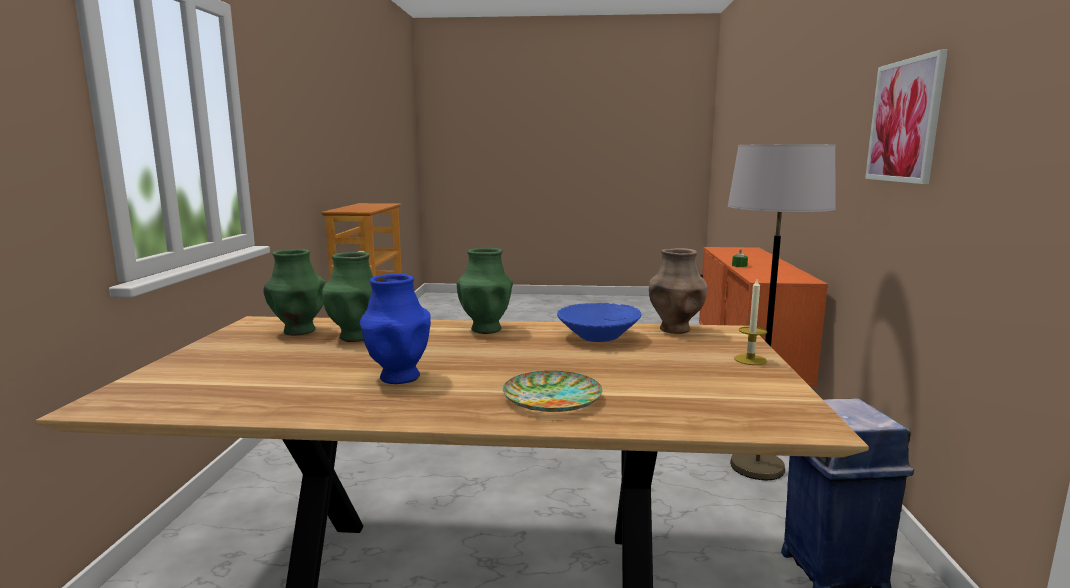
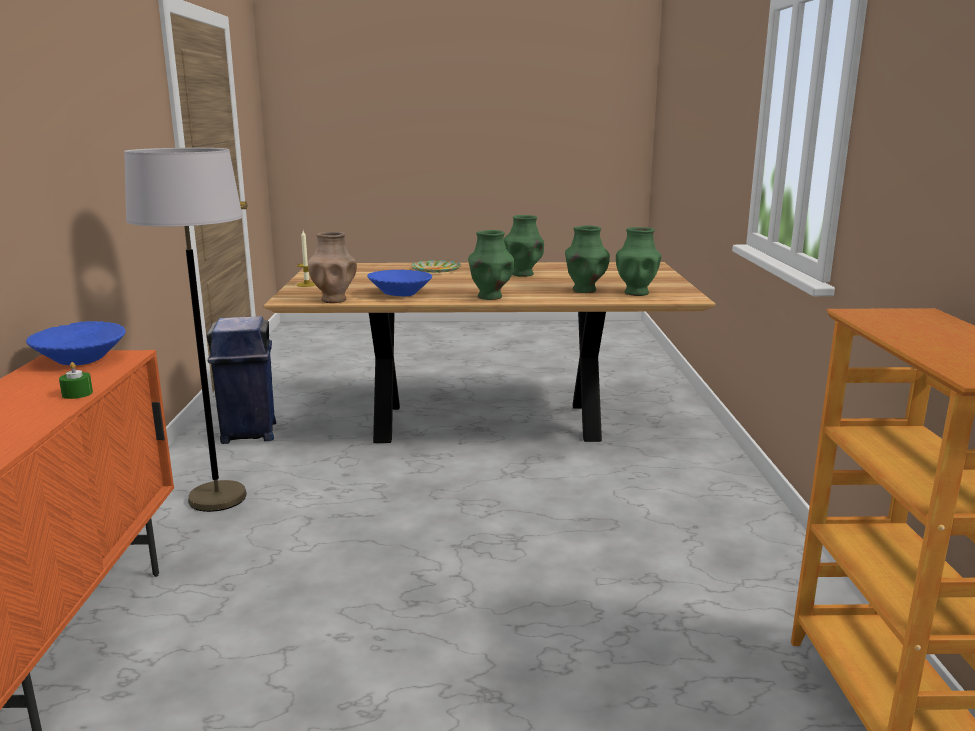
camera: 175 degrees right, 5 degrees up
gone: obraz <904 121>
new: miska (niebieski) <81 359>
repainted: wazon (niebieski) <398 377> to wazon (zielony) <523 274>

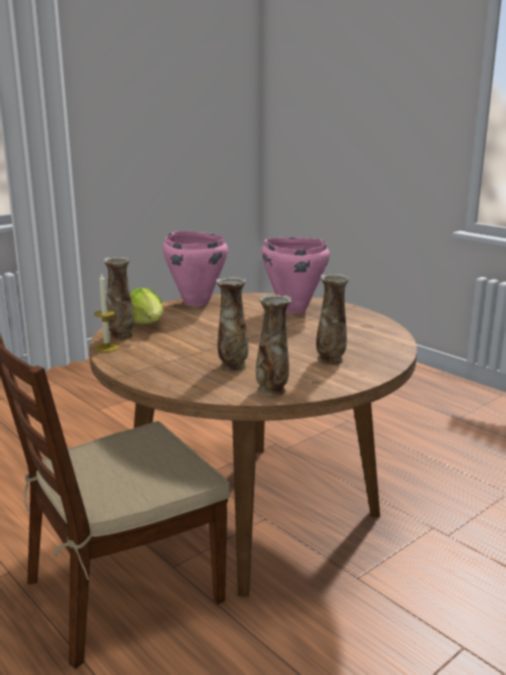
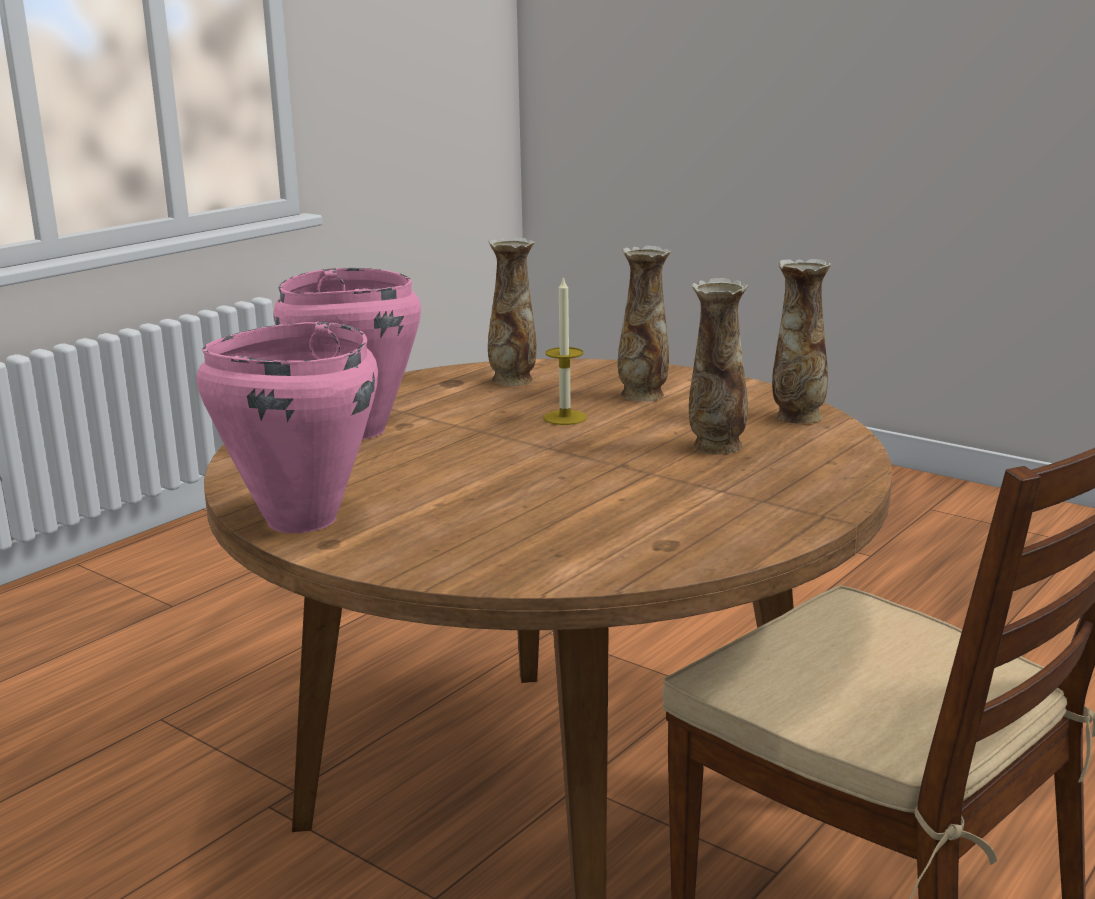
camera: 100 degrees left, 0 degrees up
gone: sałata <147 324>
shifted: świeca <107 348> to <565 417>; wazon <121 336> to <513 380>

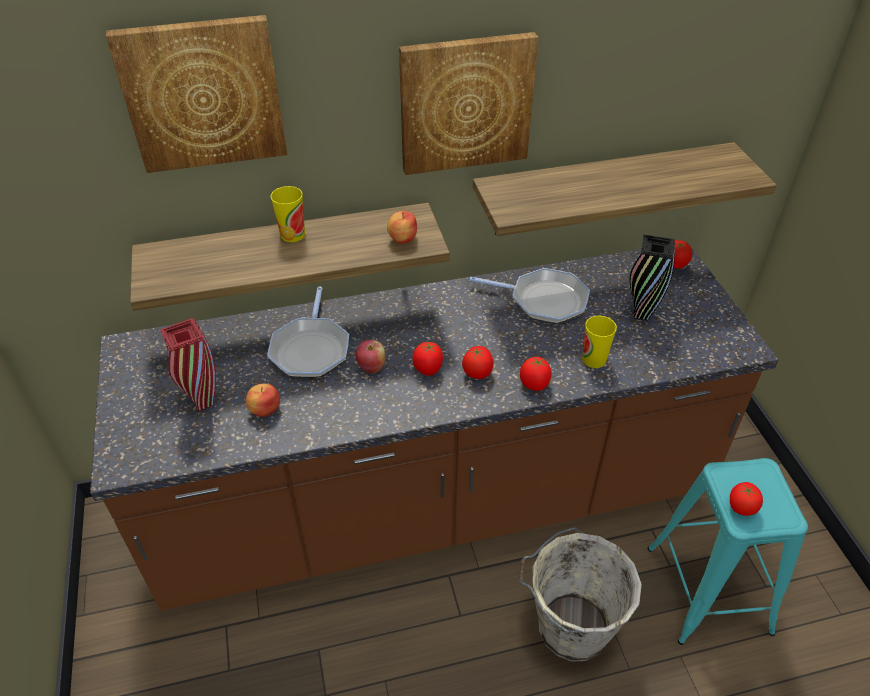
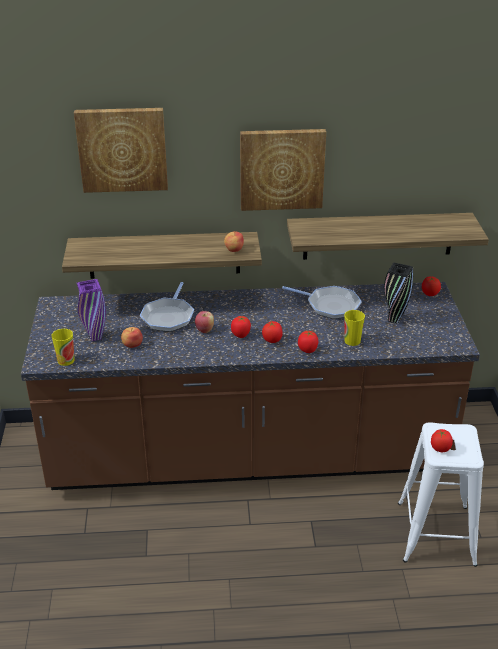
camera: 10 degrees right, 10 degrees down
gone: wiadro (szary) <569 627>
shifted: filiżanka <292 234> to <66 360>
repainted: wazon (czerwony) <203 403> to wazon (fioletowy) <95 337>; stołek (turkusowy) <708 589> to stołek (biały) <436 533>

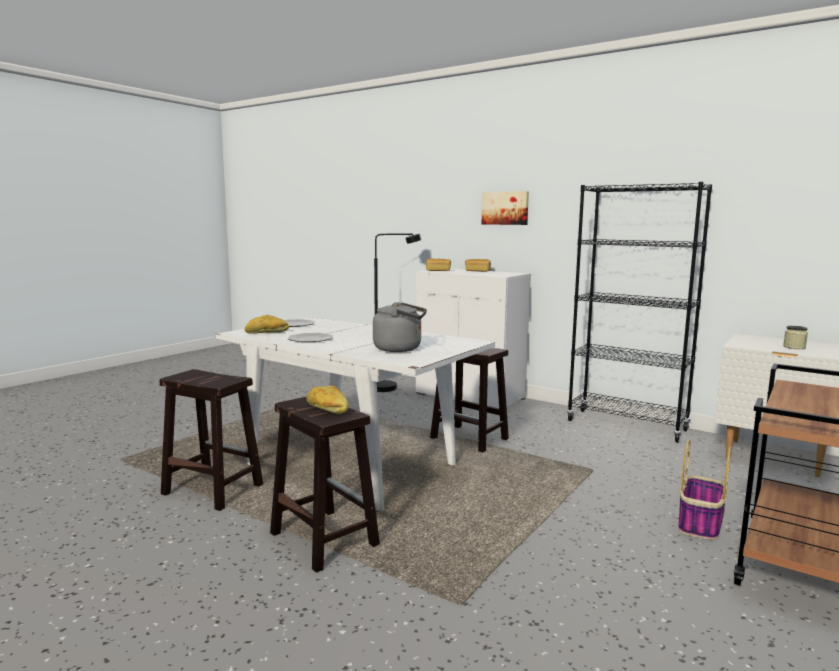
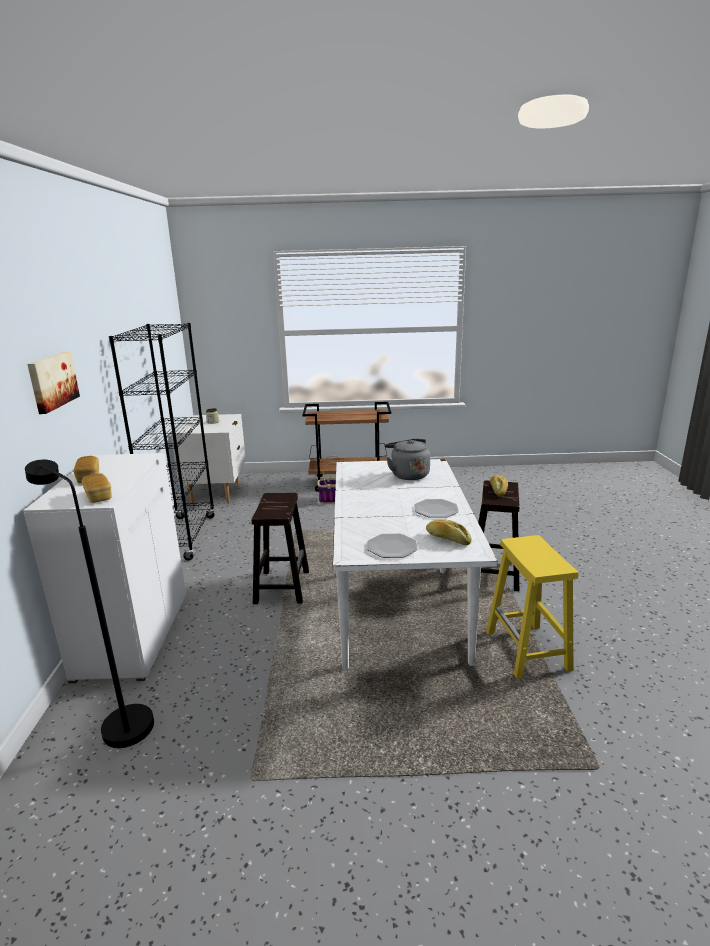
camera: 125 degrees left, 10 degrees up
repainted: stołek (brązowy) <211 489> to stołek (żółty) <528 651>

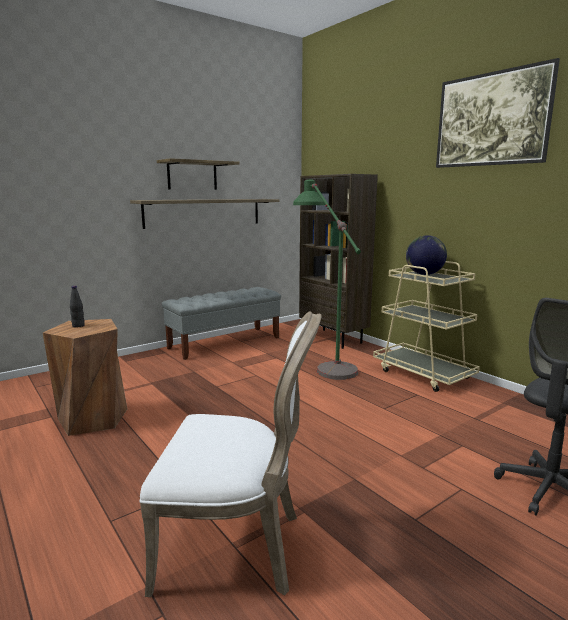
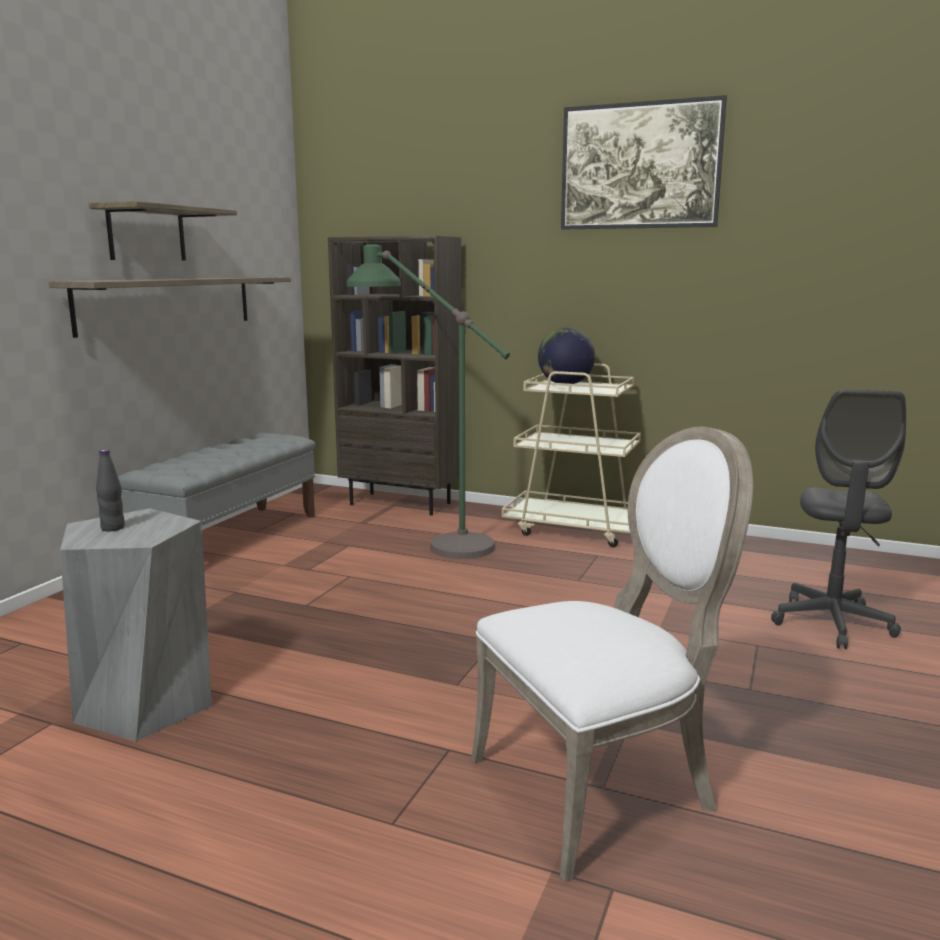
camera: 30 degrees left, 0 degrees up
repainted: stołek (brązowy) <93 418> to stołek (szary) <146 703>

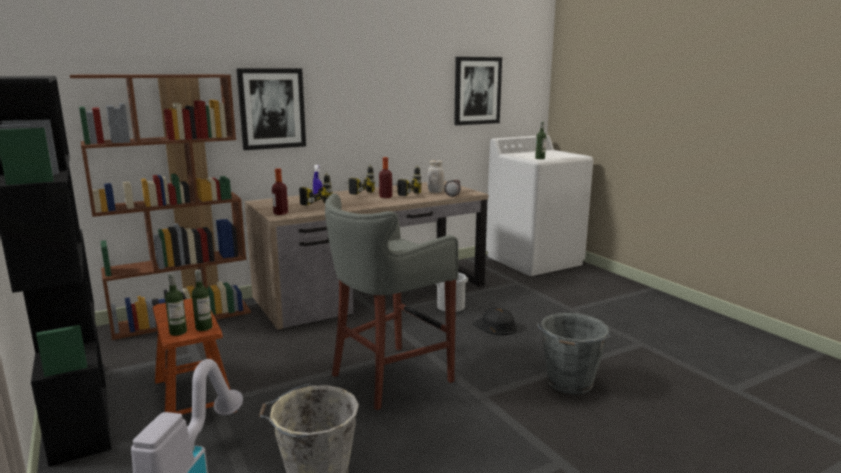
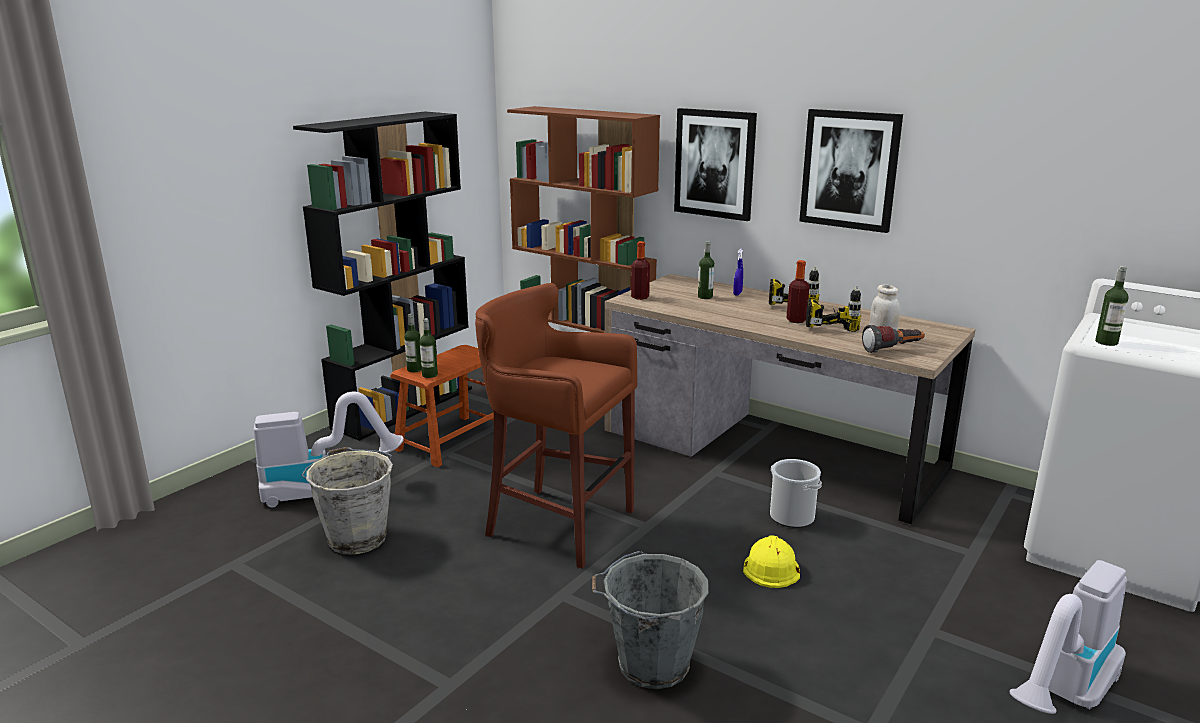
camera: 65 degrees right, 5 degrees up
new: odkurzacz <1063 697>
shifted: obraz <477 91> to <849 170>
swapped: wiertarka <310 203> to butelka <705 297>
repainted: stołek (szary) <388 378> to stołek (brązowy) <556 523>; kask (czarny) <495 326> to kask (żółty) <771 566>

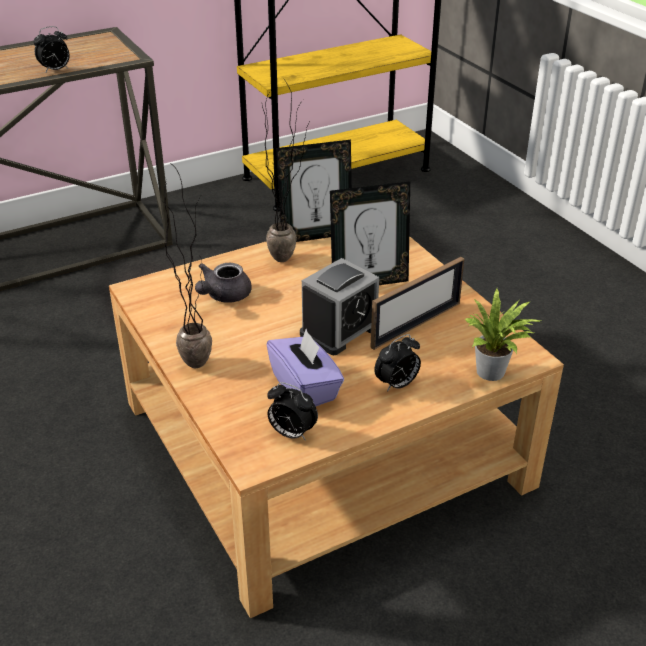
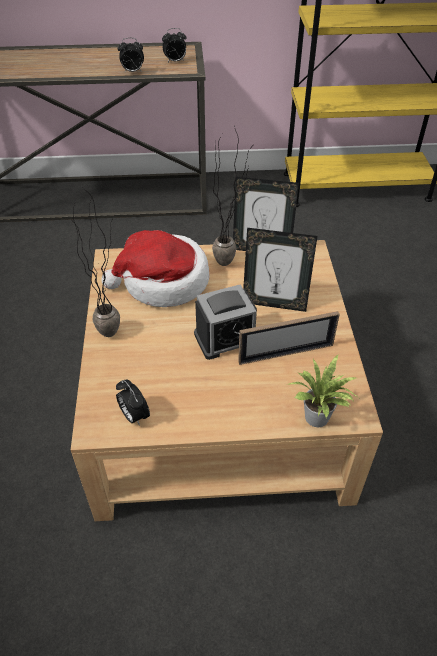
camera: 25 degrees right, 10 degrees up
gone: pudełko chusteczek (fioletowy) <305 388>
shifted: budzik <397 385> to <175 61>
swapped: imbryk (szary) <223 296> to kapelusz <163 282>

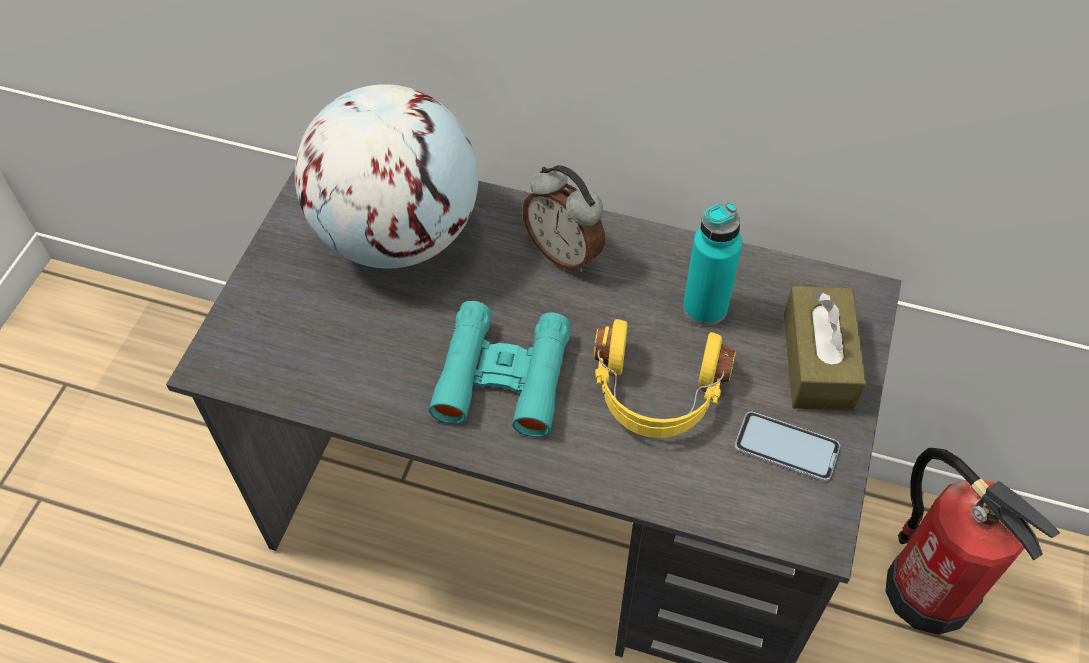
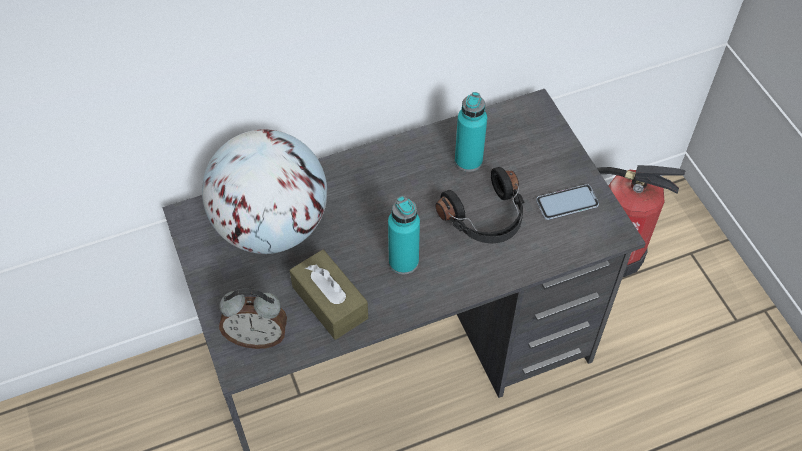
camera: 40 degrees left, 0 degrees up
shifted: budzik <564 252> to <257 337>; pudełko chusteczek (brązowy) <818 361> to <330 302>
swapped: lornetka (turkusowy) <503 376> to butelka (turkusowy) <403 262>
repainted: słuchawki (żółty) <657 394> to słuchawki (czarny) <486 218>

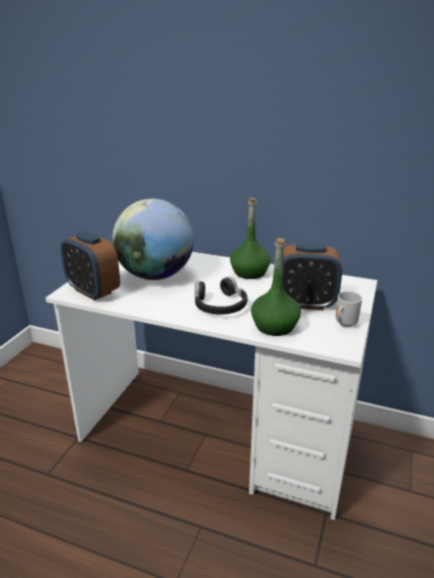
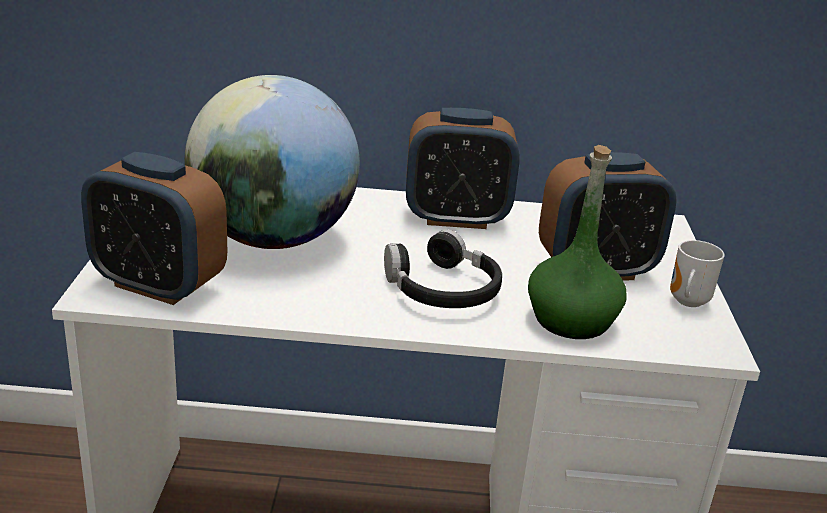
camera: 20 degrees left, 0 degrees up
swapped: butelka (zielony) <250 272> to budzik <456 218>

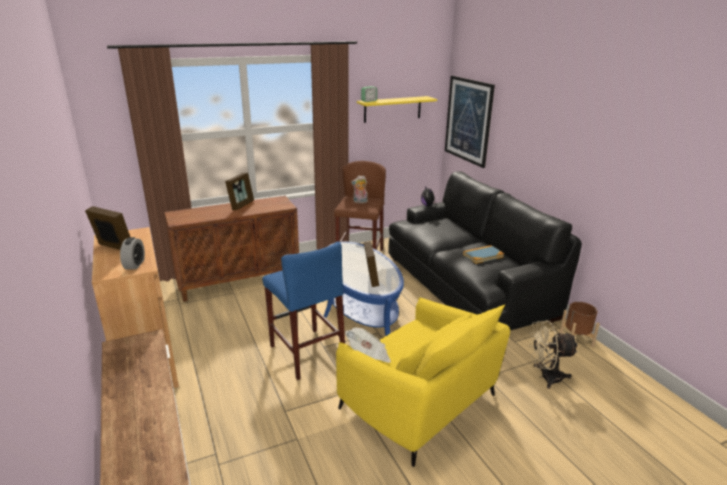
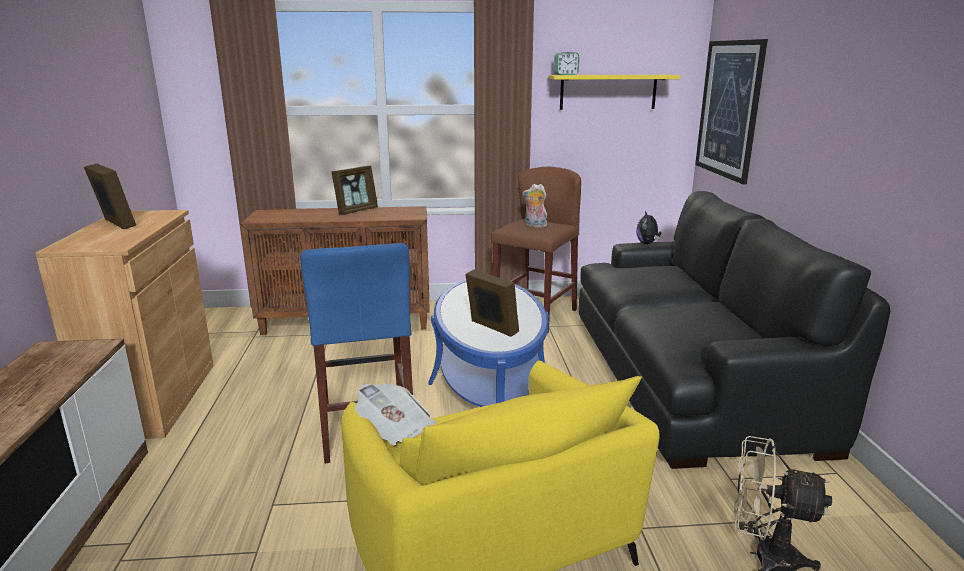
camera: 20 degrees right, 5 degrees down
gone: budzik <134 265>; książka <483 256>; donica (brązowy) <576 339>
rotated: ramka na zdjęcie <371 278> = <491 328> 60 degrees counterclockwise

